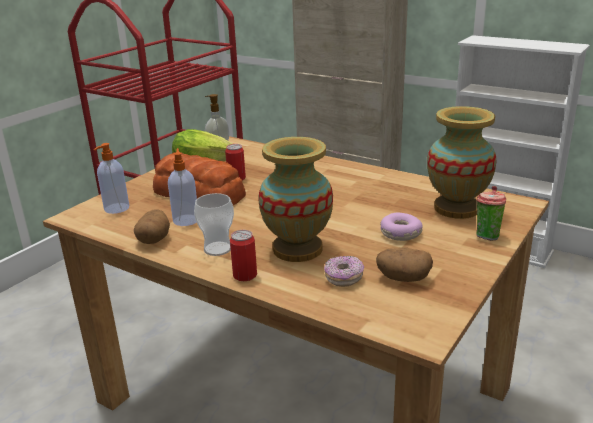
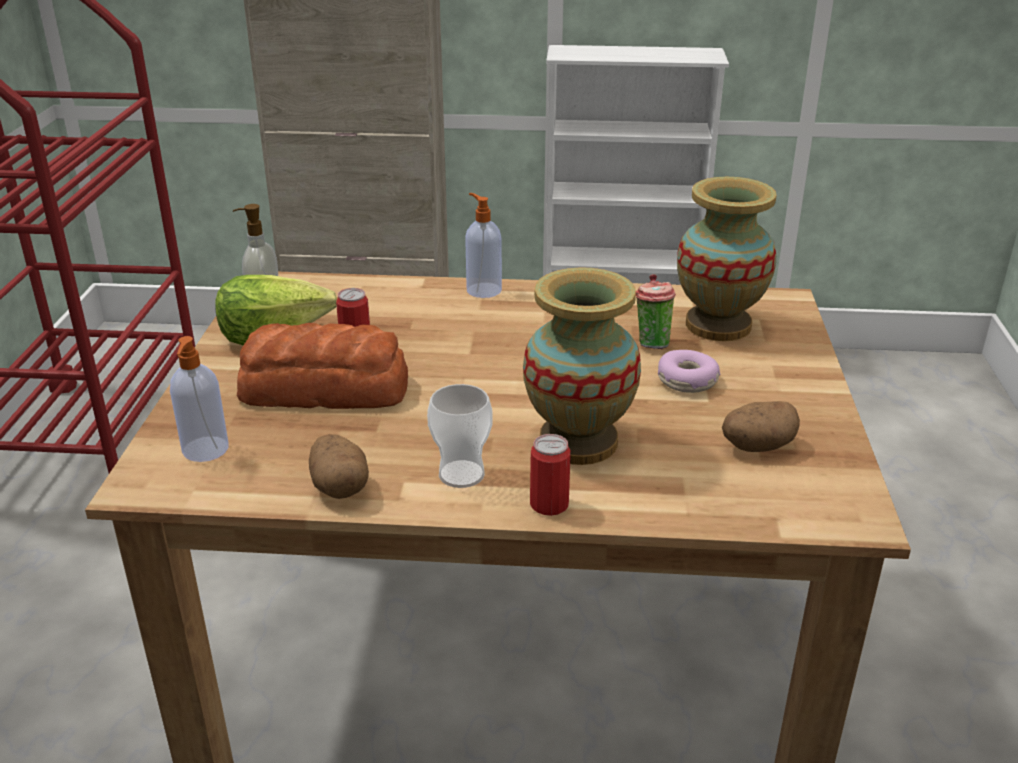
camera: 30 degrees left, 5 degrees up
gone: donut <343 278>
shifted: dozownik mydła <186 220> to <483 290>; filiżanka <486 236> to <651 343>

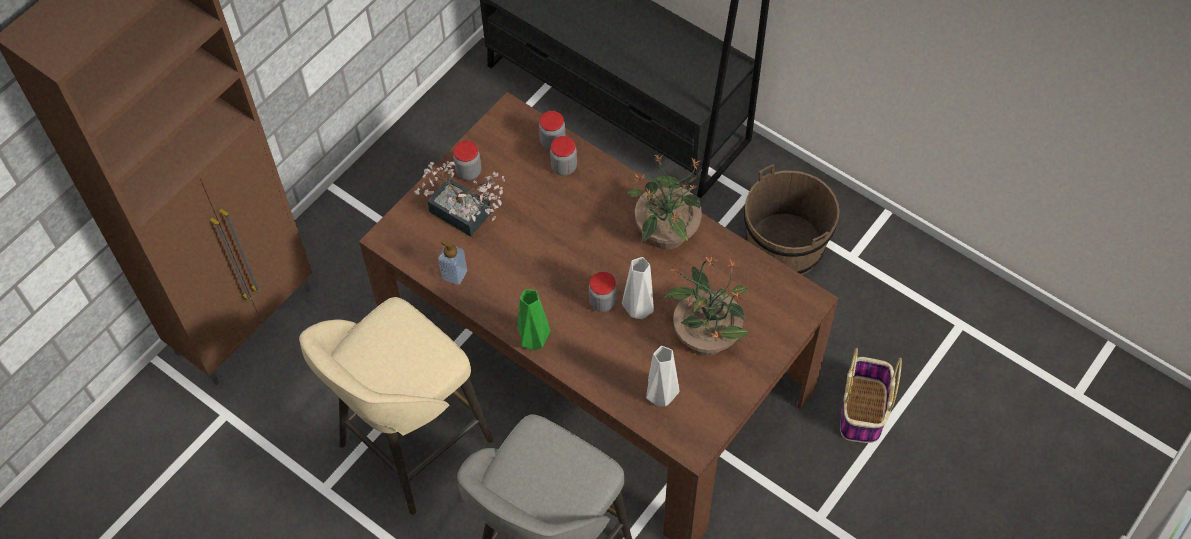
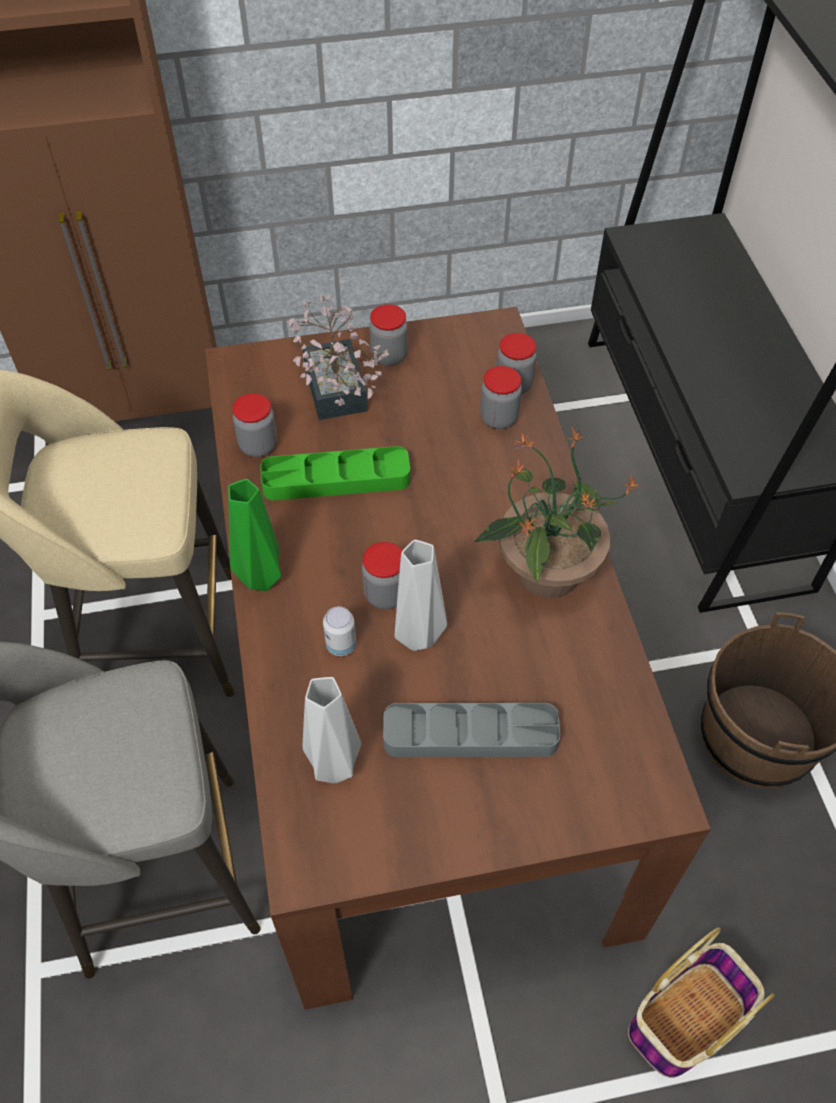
camera: 40 degrees right, 5 degrees down
new: taca (zielony) <336 479>; puszka <341 645>
swapped: dozownik mydła <454 274> to słoik <258 445>; roślina doniczkowa <706 336> to taca (szary) <470 735>

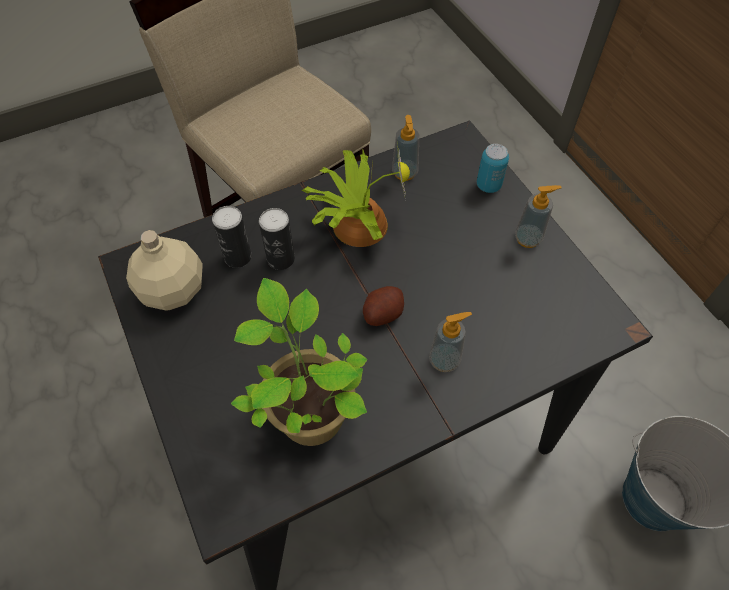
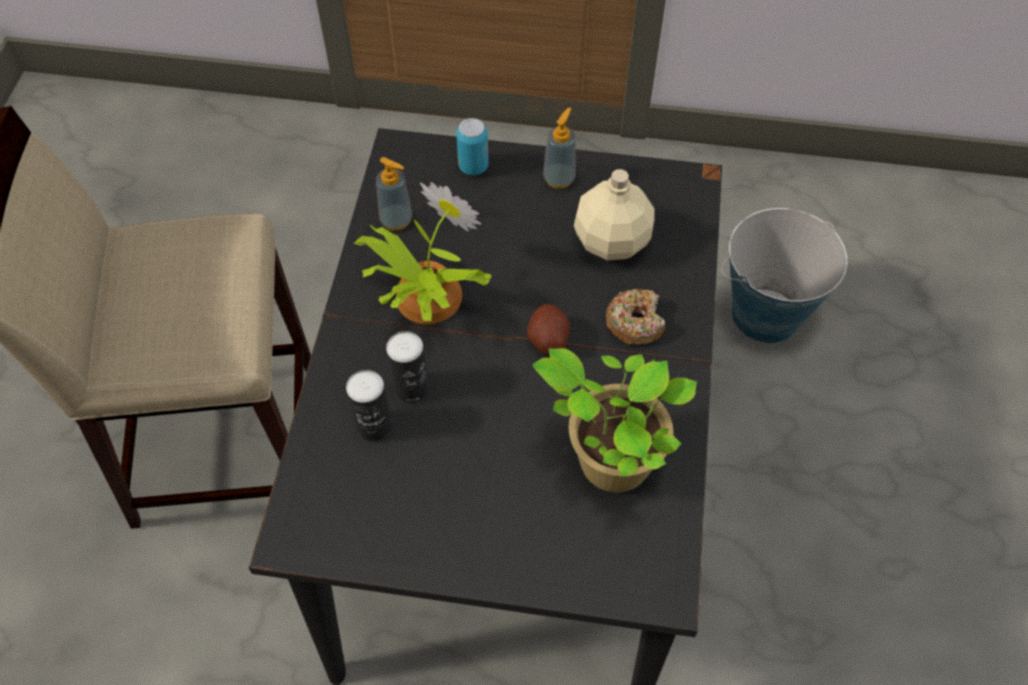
camera: 55 degrees left, 0 degrees up
shifted: butelka (beżowy) <173 291> to <613 241>
swapped: dozownik mydła <444 360> to donut <635 322>

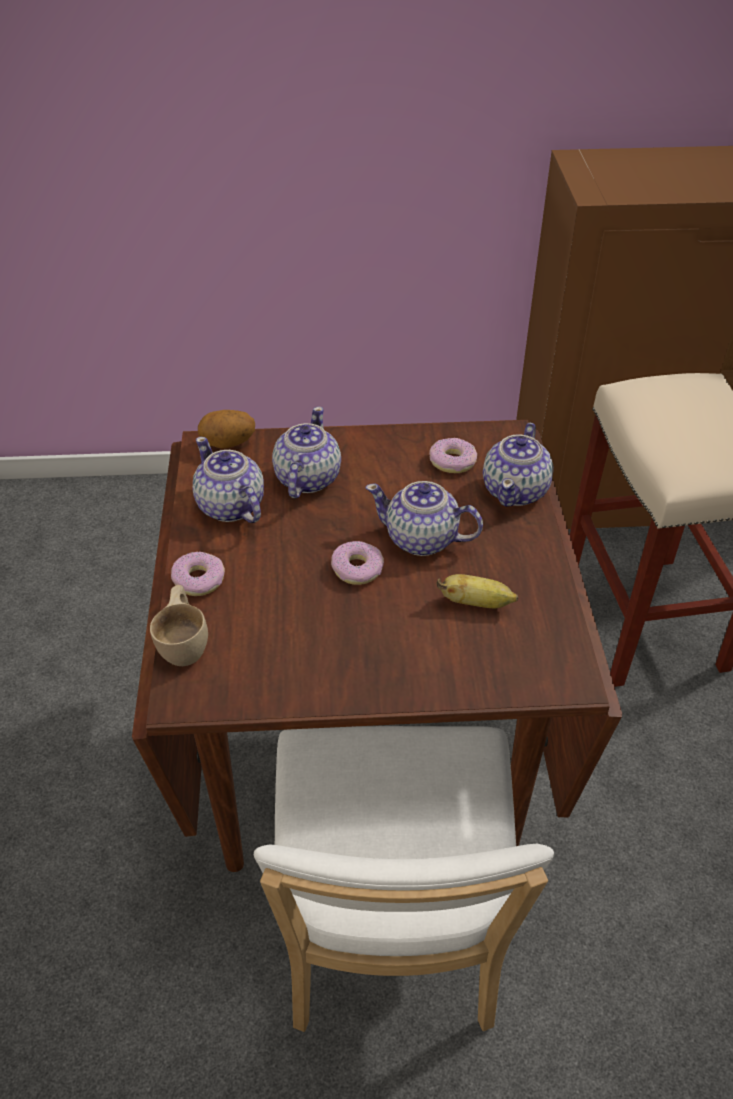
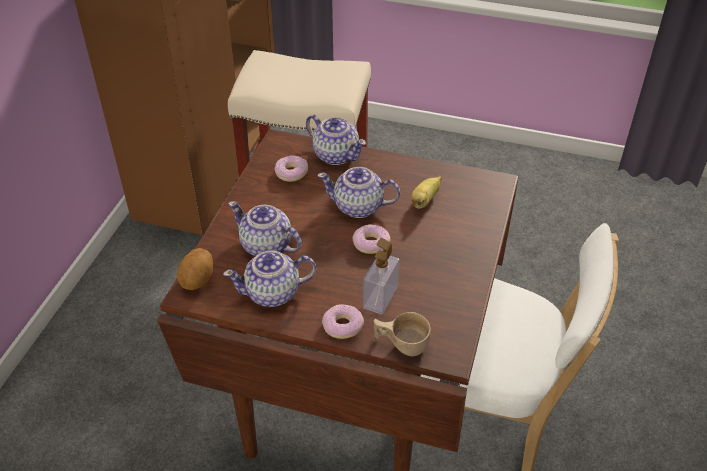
camera: 70 degrees left, 0 degrees up
new: dozownik mydła <380 298>
rotated: imbryk <422 540> = <359 207> 60 degrees clockwise

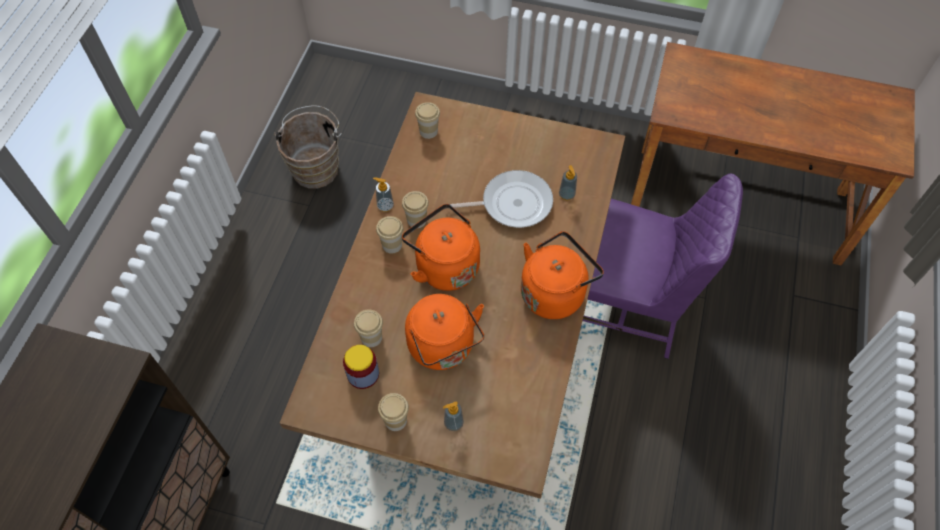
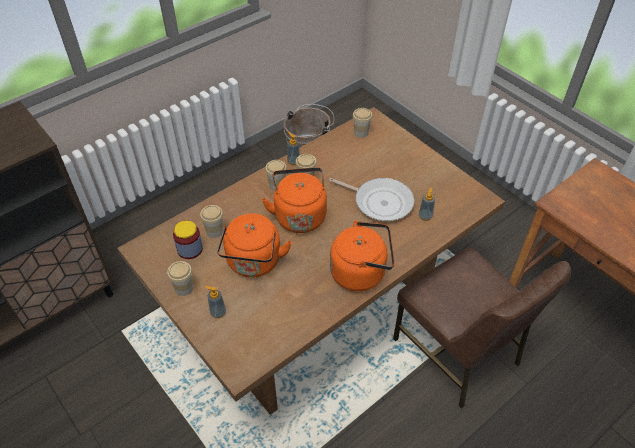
camera: 35 degrees right, 10 degrees down
repainted: krzesło (fioletowy) <628 306> to krzesło (brązowy) <458 352>

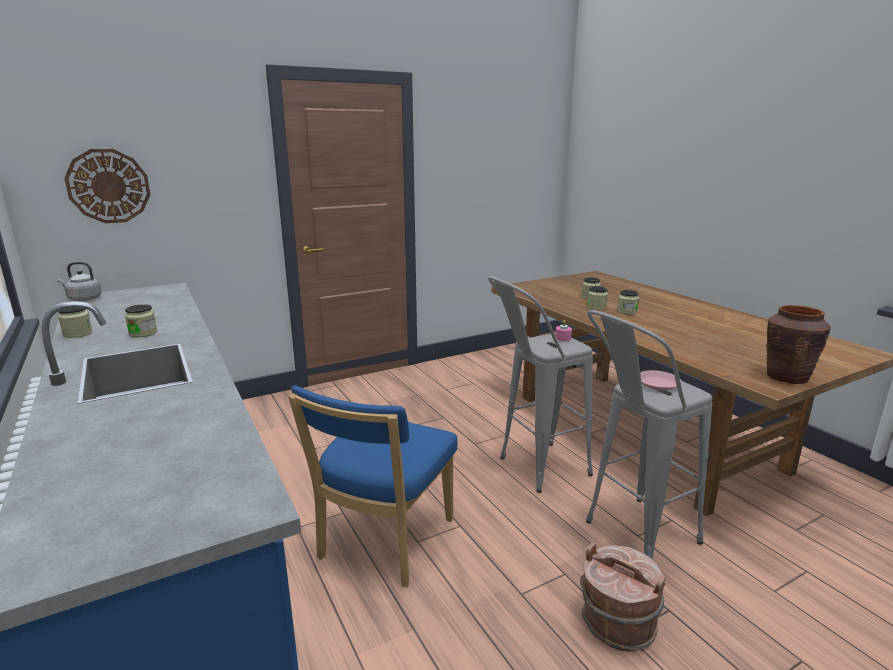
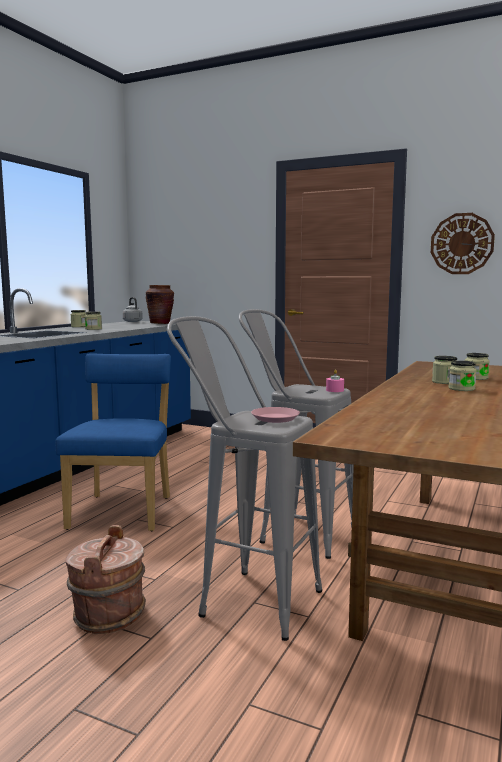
camera: 55 degrees right, 10 degrees down
shifted: zegar ścienny <108 186> to <462 244>; wazon (brązowy) <786 377> to <160 323>
rotated: krzesło (niebieski) <383 543> = <123 510> 105 degrees clockwise

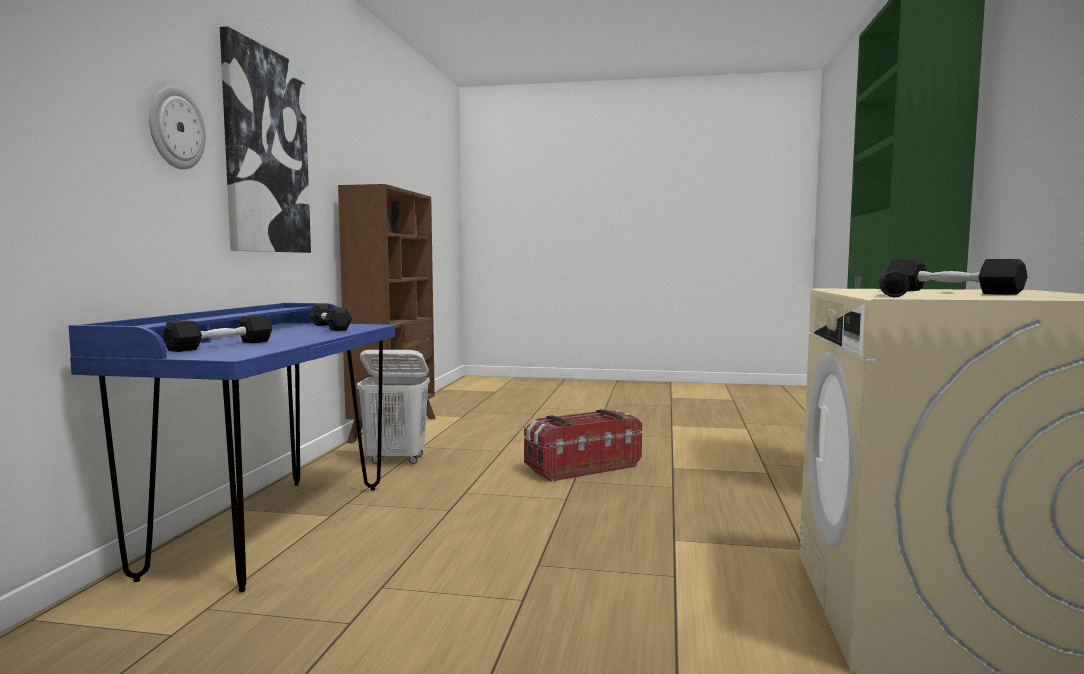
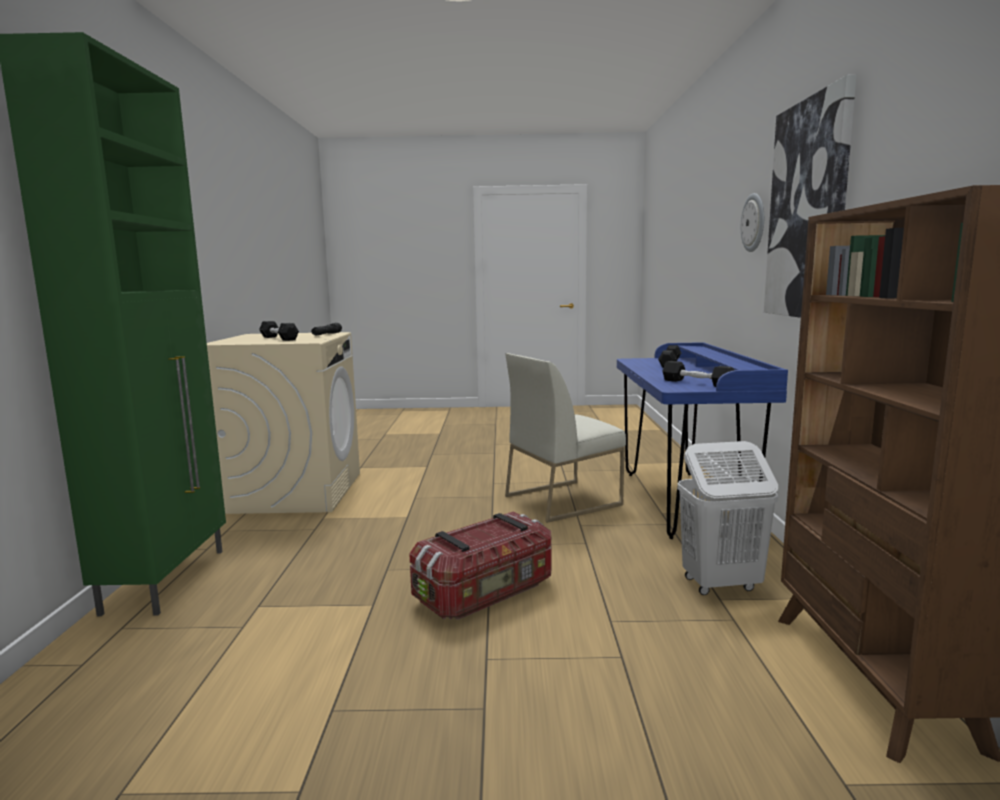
camera: 170 degrees right, 5 degrees up
new: krzesło (biały) <563 500>

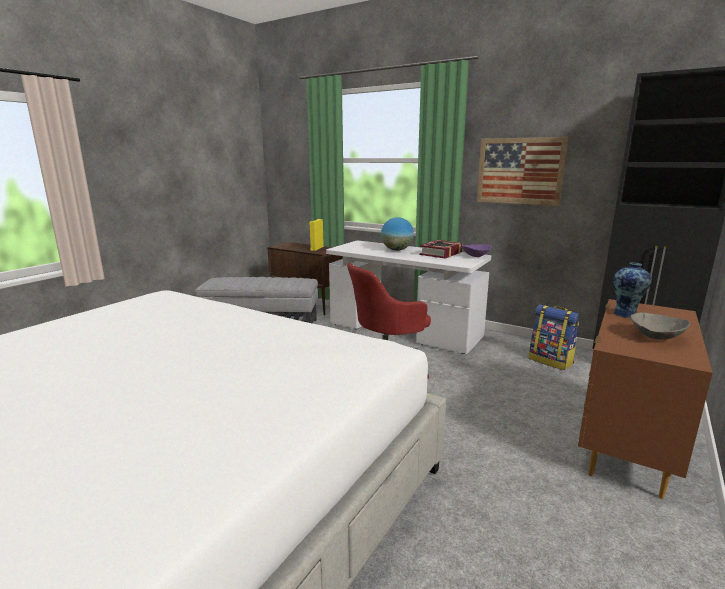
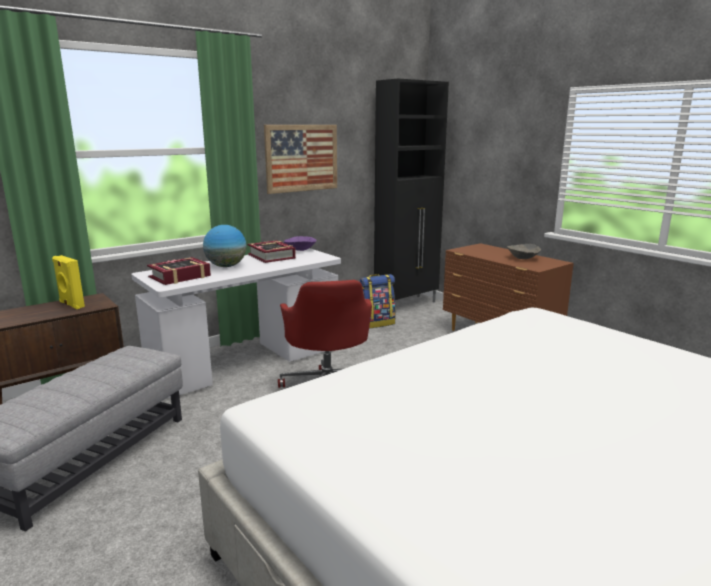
camera: 70 degrees left, 0 degrees up
gone: wazon <626 314>
new: książka <180 277>

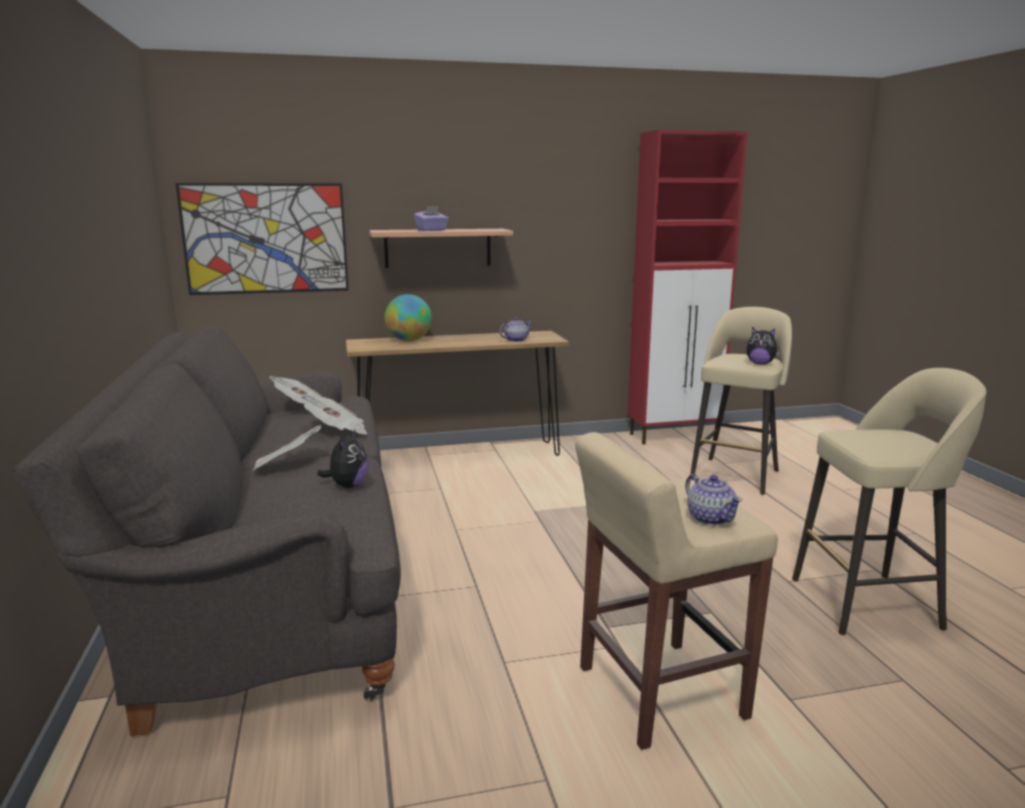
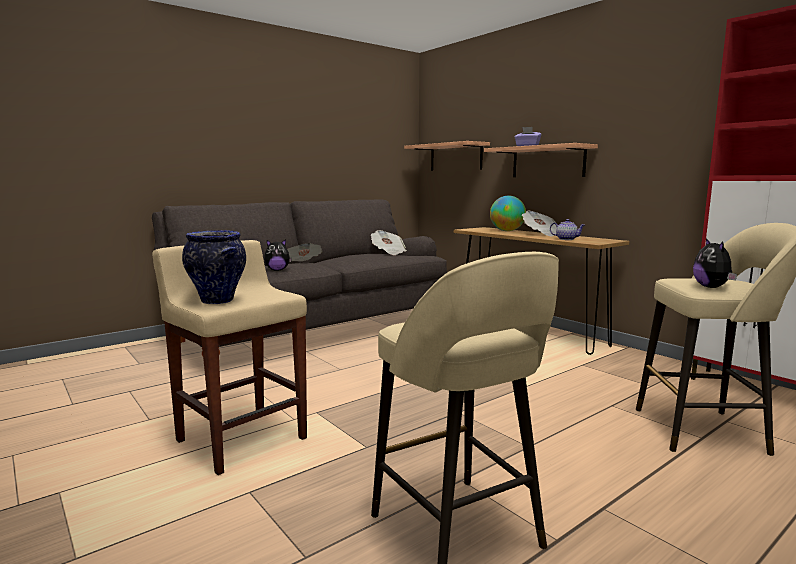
camera: 65 degrees right, 5 degrees down
shifted: gazeta <336 431> to <541 234>
swapped: obraz <265 238> to półka <455 157>; imbryk <710 518> to wazon <218 301>

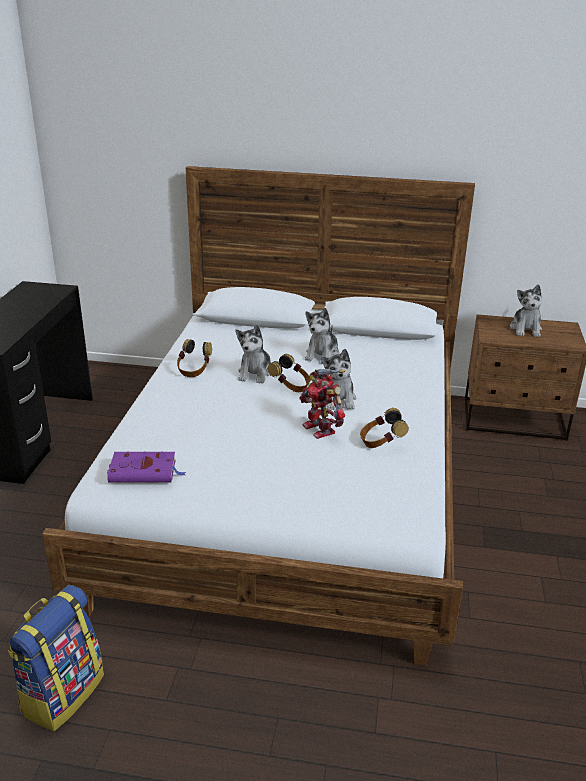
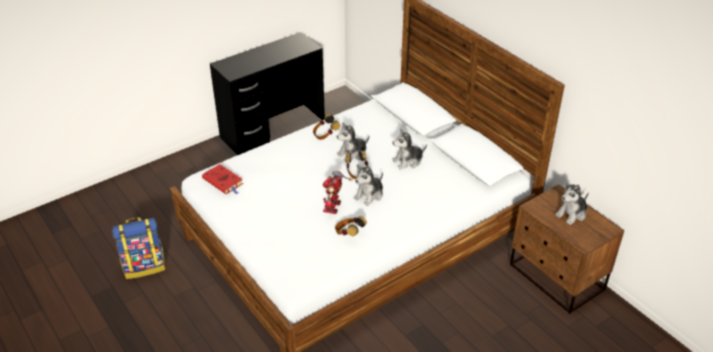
camera: 45 degrees right, 10 degrees up
repainted: książka (fioletowy) <145 471> to książka (czerwony) <224 182>

